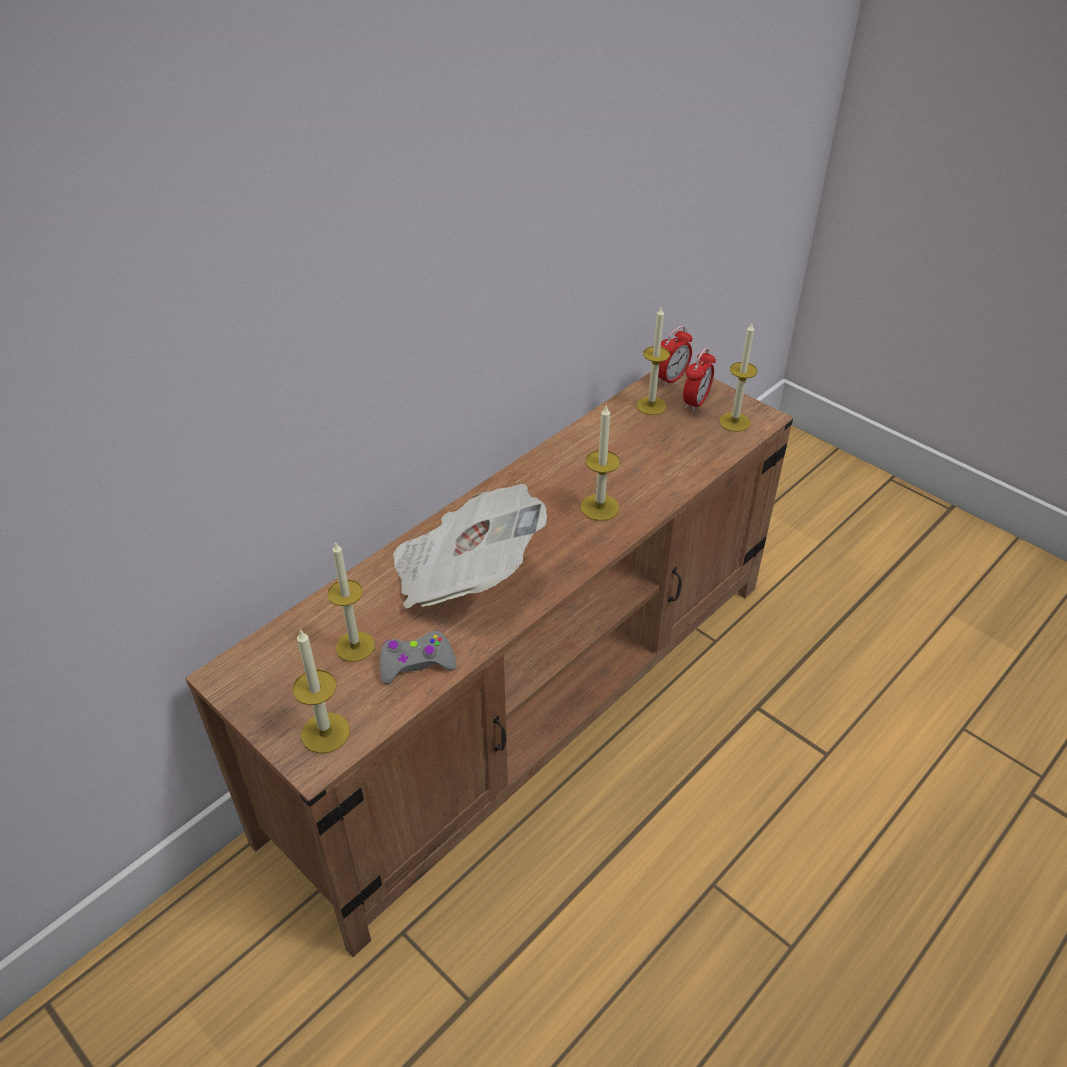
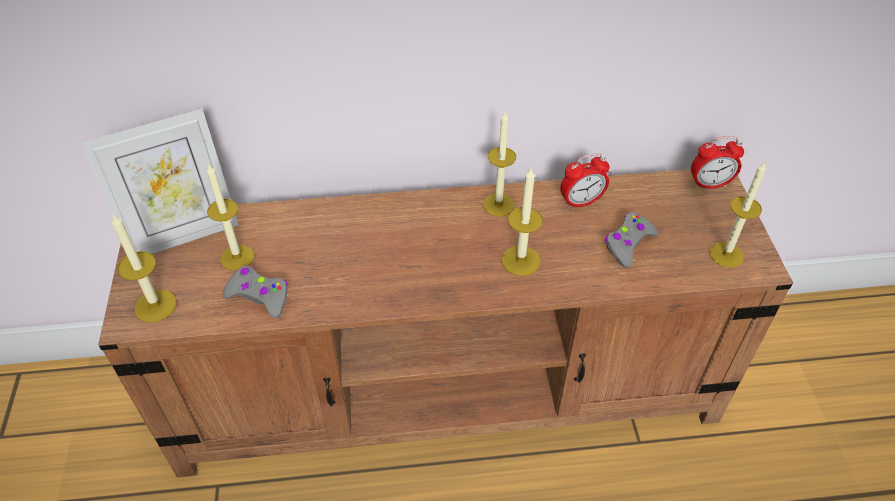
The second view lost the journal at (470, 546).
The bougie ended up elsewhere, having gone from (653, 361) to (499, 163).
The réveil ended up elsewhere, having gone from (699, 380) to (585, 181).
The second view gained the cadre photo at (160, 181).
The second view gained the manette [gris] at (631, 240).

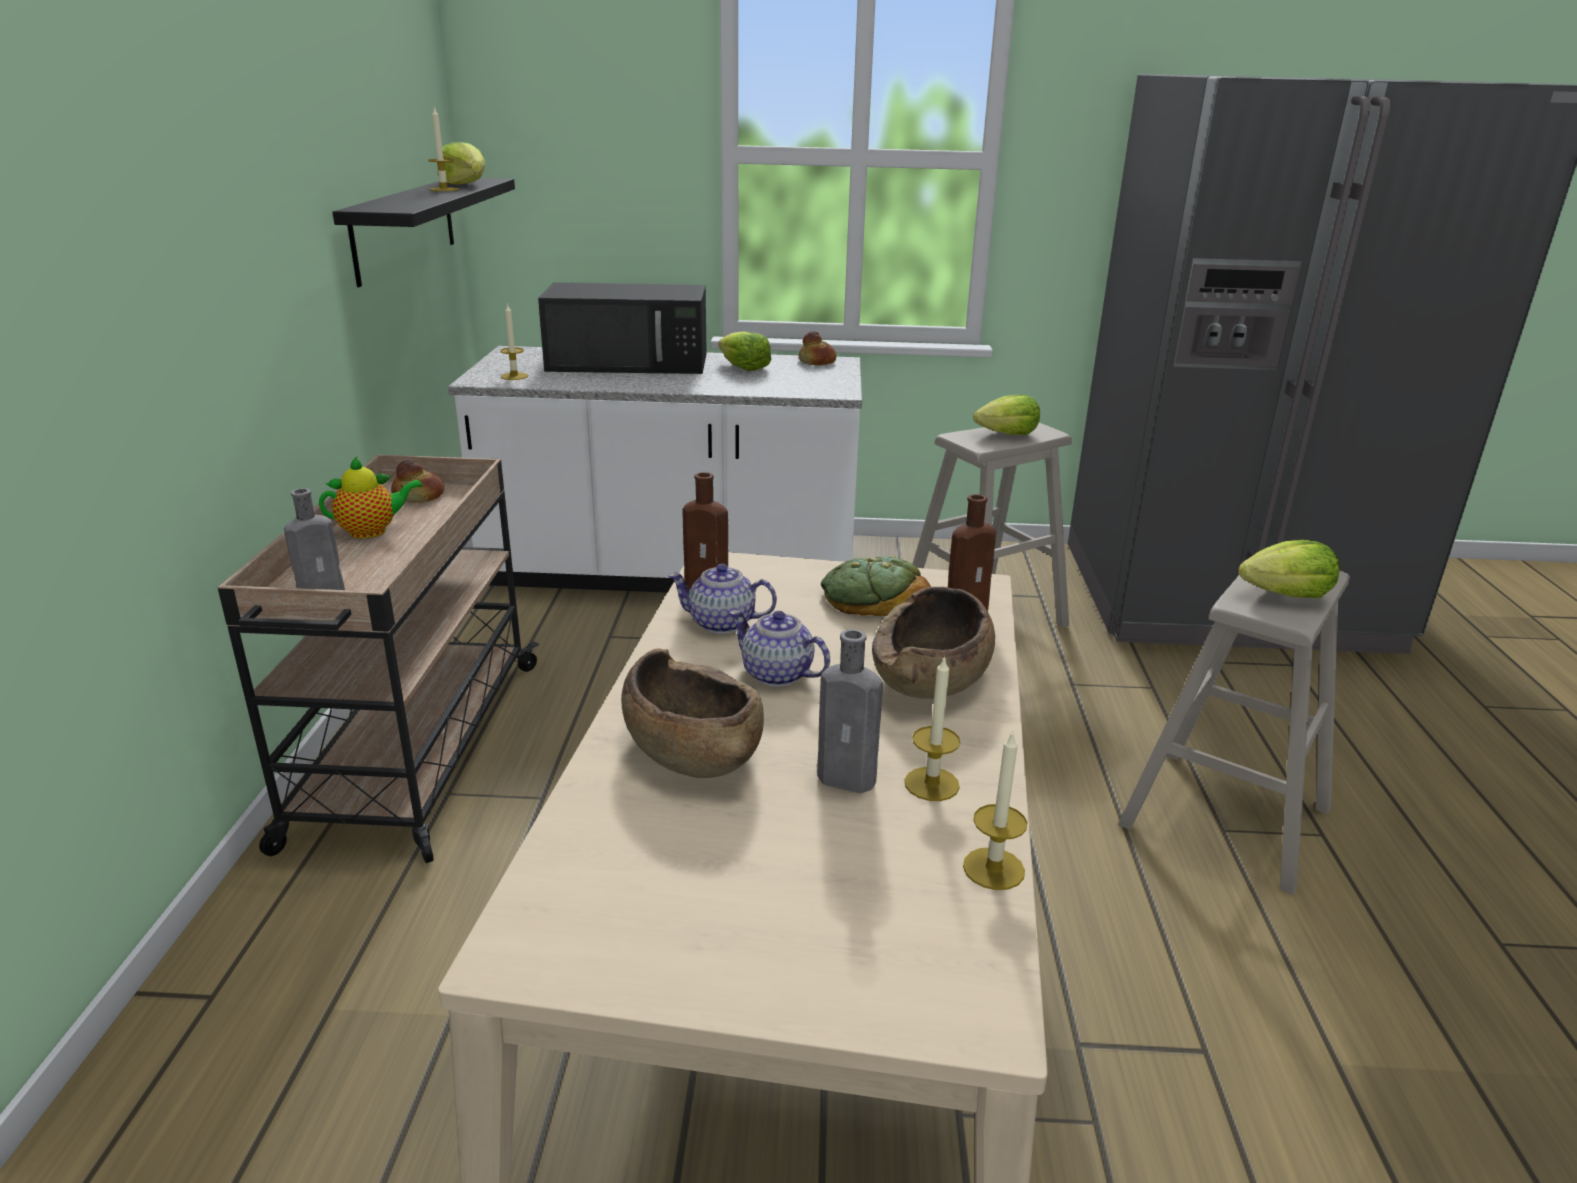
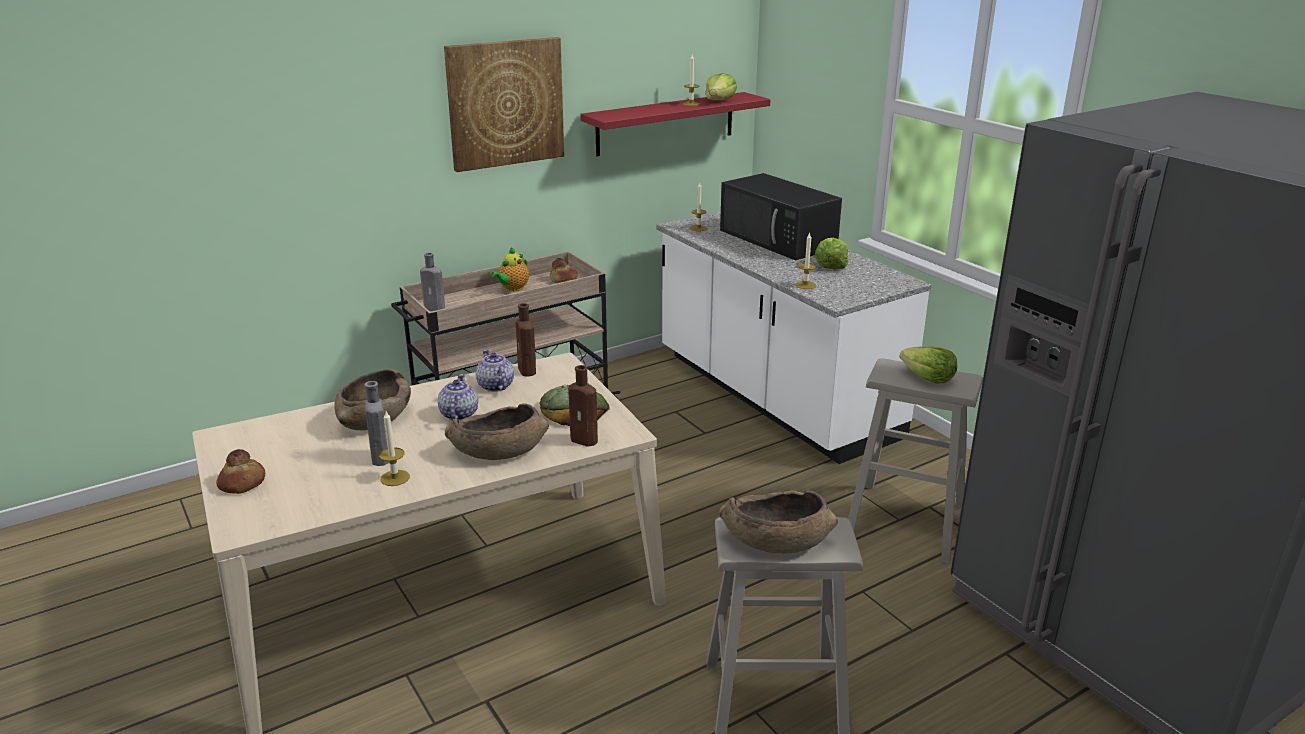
The théière at (371, 498) ended up facing another way, 90 degrees clockwise from before.
What was the étagère [noir] at (423, 232) turned into the étagère [rouge] at (676, 124).
The pain ended up elsewhere, having gone from (817, 348) to (240, 471).
The bougie ended up elsewhere, having gone from (995, 810) to (805, 260).
Where the laitue stood at (1289, 569), the bol [marron] came to stand at (778, 522).
The second view gained the tableau at (504, 104).

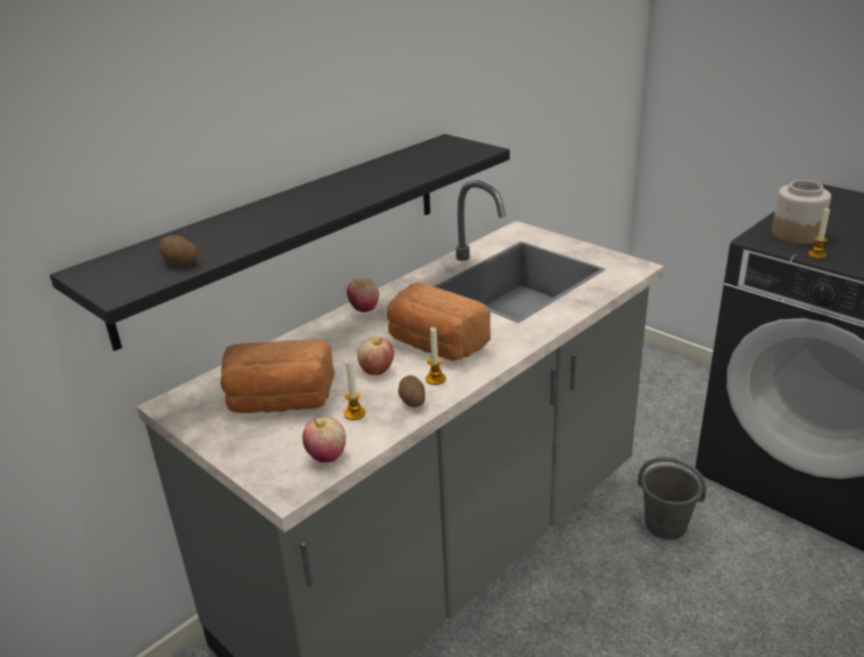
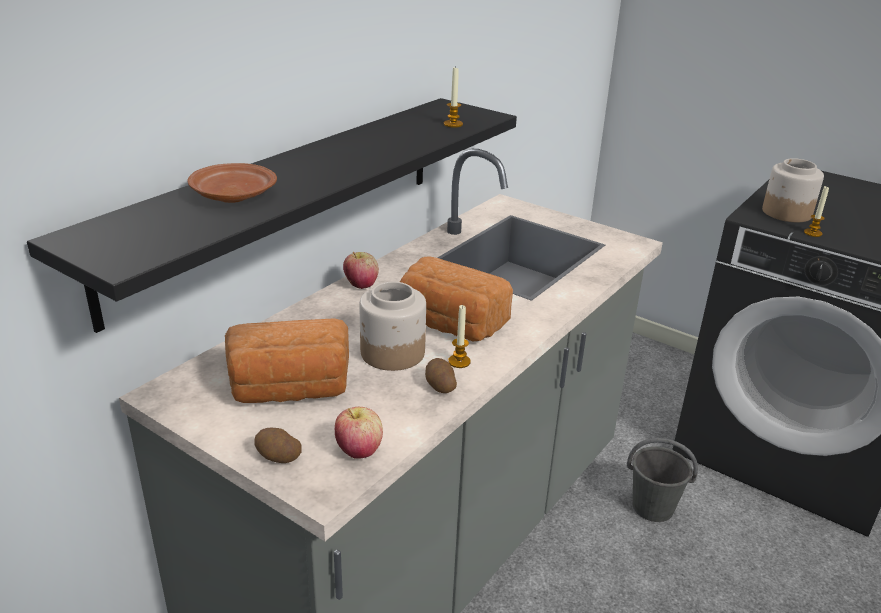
The pomme de terre ended up elsewhere, having gone from (178, 250) to (278, 445).
The bougie ended up elsewhere, having gone from (354, 390) to (453, 97).
Where the pomme stood at (375, 356), the bocal came to stand at (392, 326).
The second view gained the assiette [marron] at (232, 183).

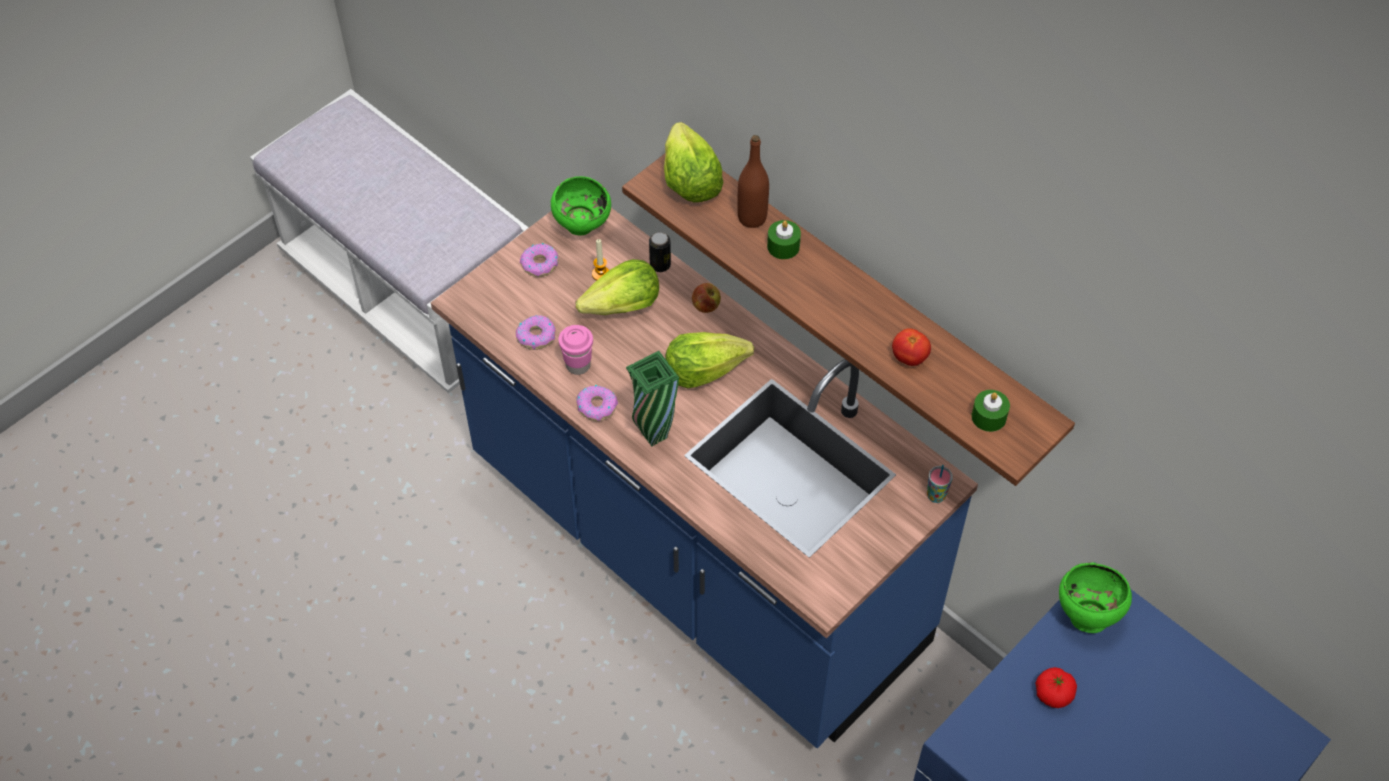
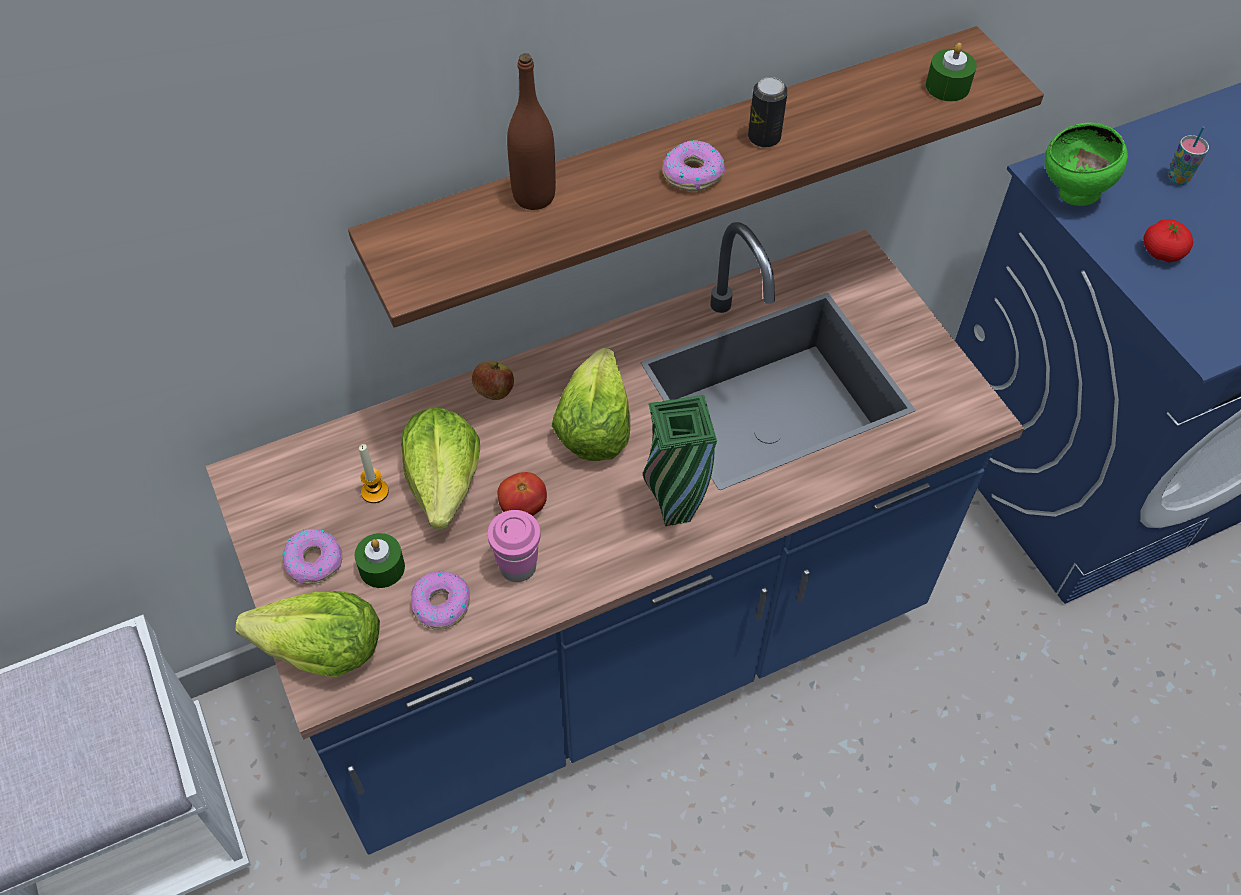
The second view lost the bol [vert] at (581, 205).
The beignet ended up elsewhere, having gone from (597, 403) to (694, 165).
The boîte métallique ended up elsewhere, having gone from (660, 252) to (768, 112).
The laitue ended up elsewhere, having gone from (693, 162) to (307, 634).
The bougie [vert] ended up elsewhere, having gone from (784, 239) to (380, 560).
The tomate ended up elsewhere, having gone from (911, 347) to (522, 494).
The tasse ended up elsewhere, having gone from (940, 484) to (1188, 156).

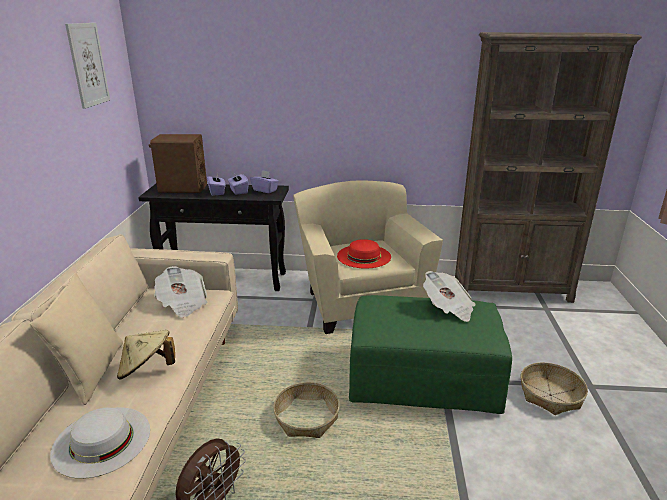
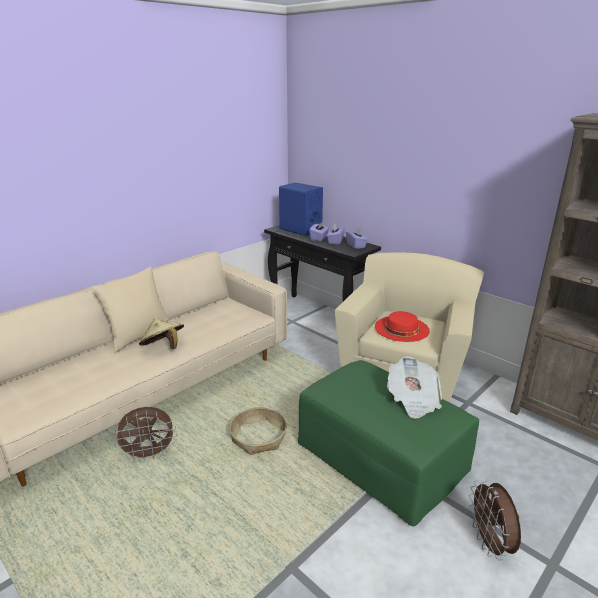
The second view lost the chapeau [blanc] at (100, 443).
The second view lost the tableau at (87, 66).
What was the enceinte [marron] at (178, 163) turned into the enceinte [bleu] at (301, 209).
The second view lost the journal at (181, 292).
Where the panier stood at (554, 388), the ventilateur [marron] came to stand at (495, 521).

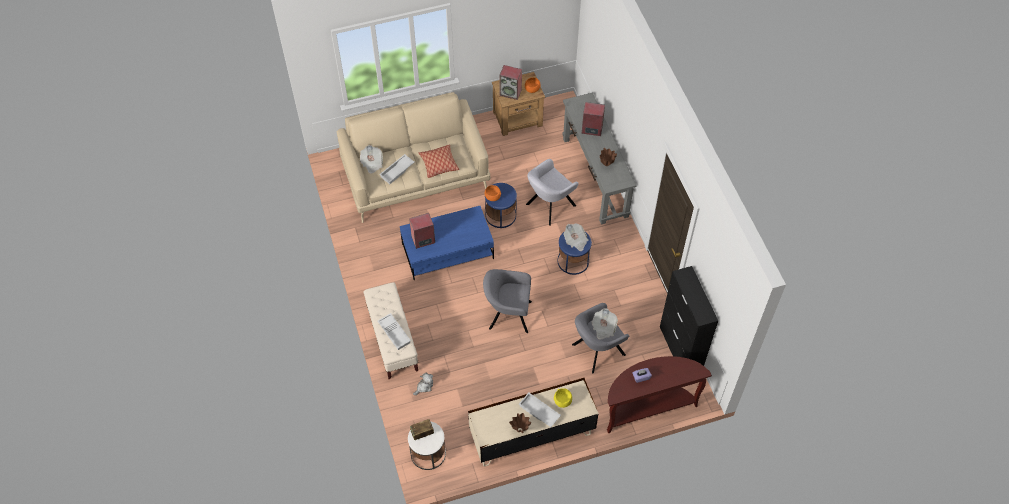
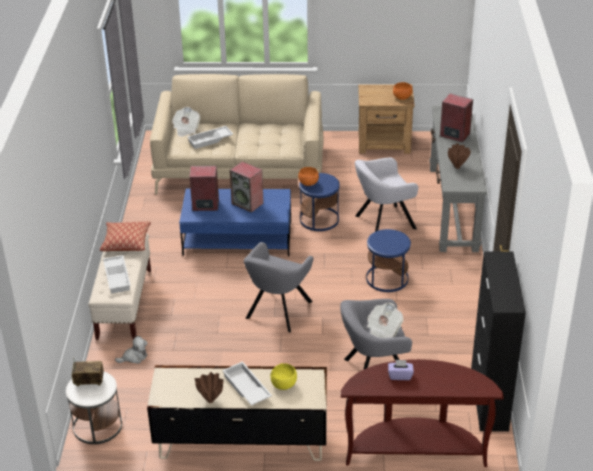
The coussin ended up elsewhere, having gone from (439, 161) to (125, 236).
The fauteuil [gris] at (507, 301) ended up facing another way, 90 degrees counterclockwise from before.
The enceinte ended up elsewhere, having gone from (510, 82) to (247, 187).
The second view lost the journal at (576, 237).

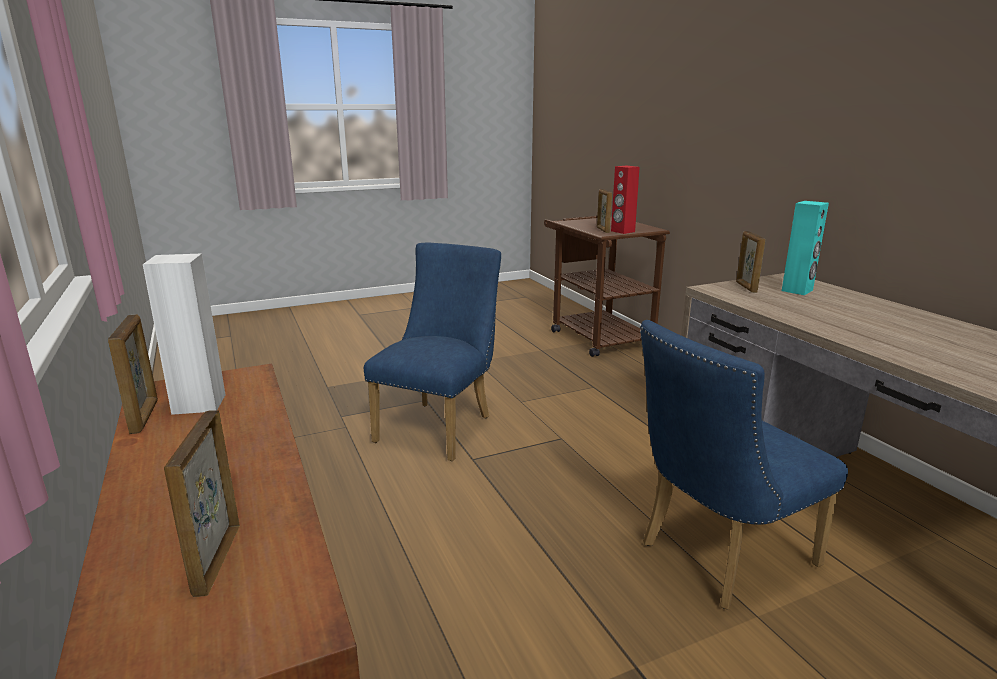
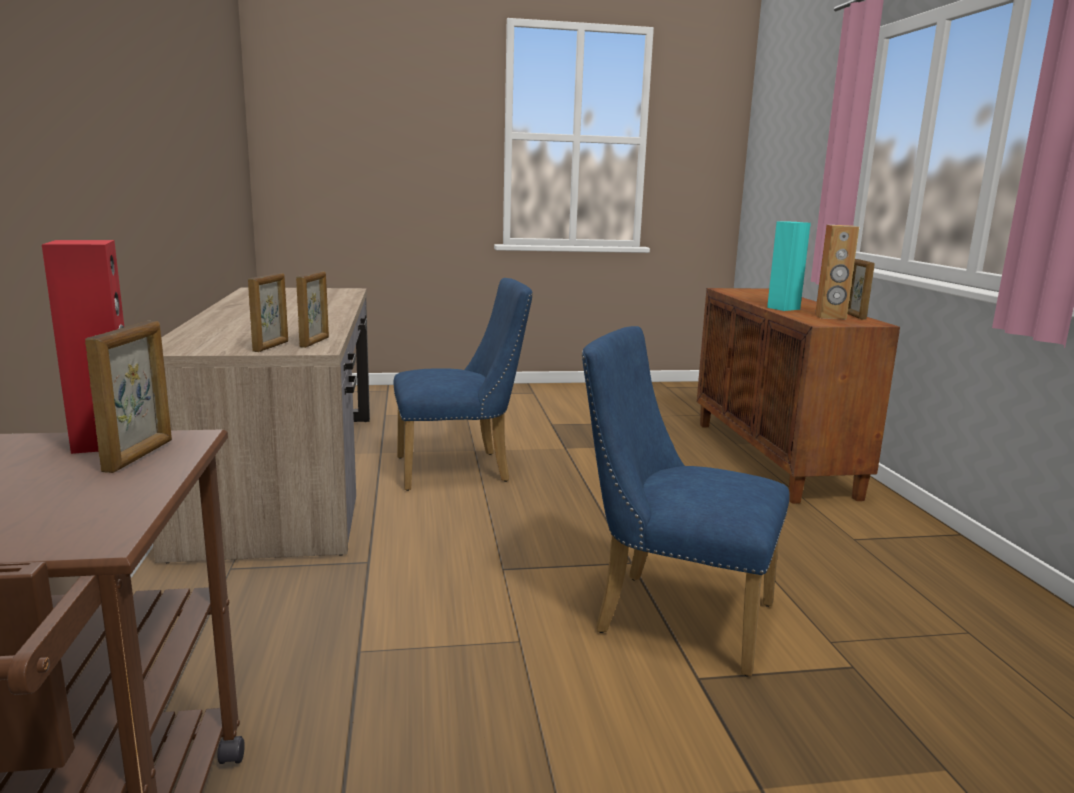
What was the enceinte [blanc] at (184, 334) turned into the enceinte [marron] at (837, 272).
The cadre photo ended up elsewhere, having gone from (202, 503) to (312, 309).
The chaise [bleu] at (432, 352) ended up facing another way, 75 degrees clockwise from before.
The enceinte [turquoise] ended up elsewhere, having gone from (805, 248) to (789, 266).

